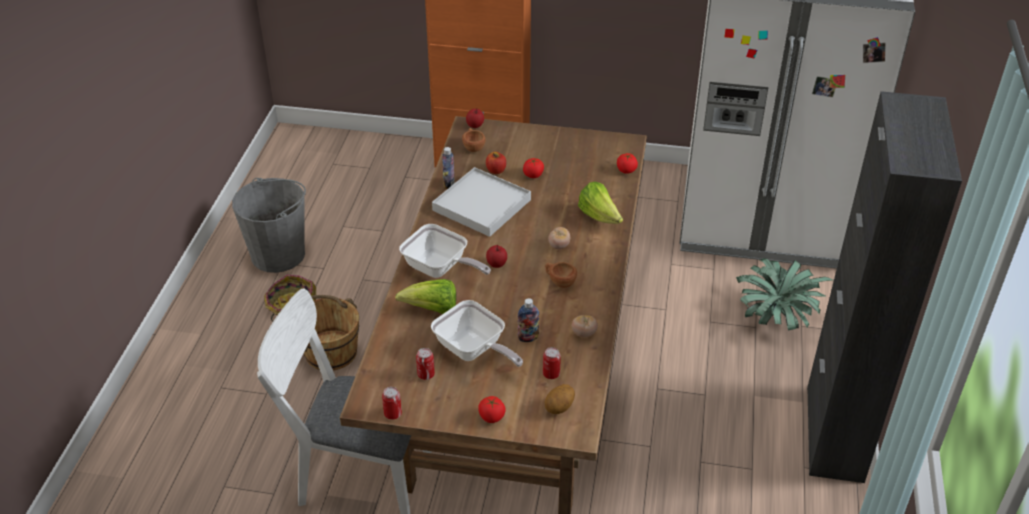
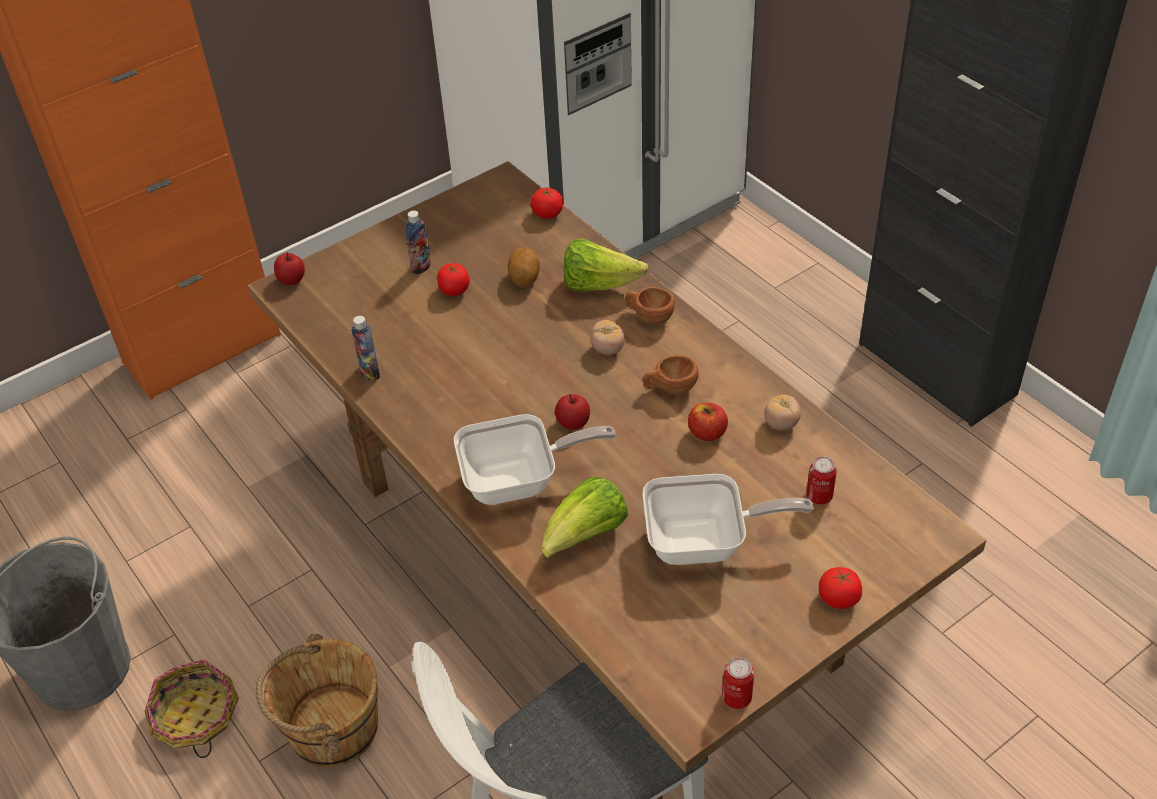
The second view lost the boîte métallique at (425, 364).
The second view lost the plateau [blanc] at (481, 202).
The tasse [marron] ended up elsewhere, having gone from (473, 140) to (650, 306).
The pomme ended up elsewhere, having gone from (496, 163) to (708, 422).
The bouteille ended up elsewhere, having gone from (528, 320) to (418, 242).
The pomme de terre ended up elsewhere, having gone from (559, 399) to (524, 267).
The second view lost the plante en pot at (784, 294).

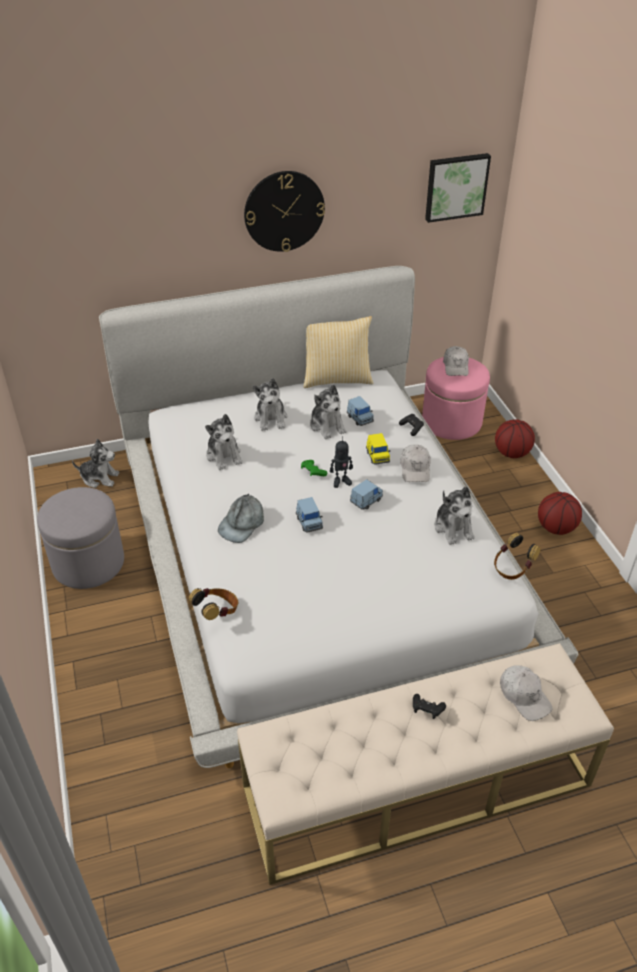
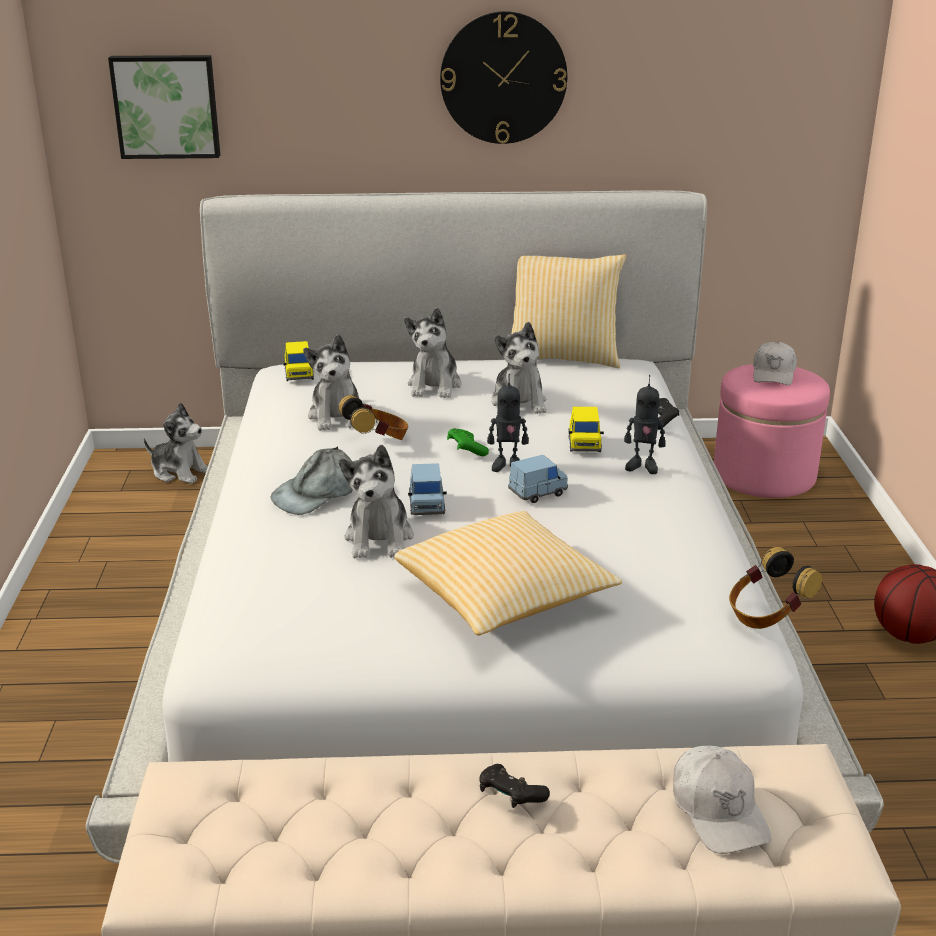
The second view lost the pouf [gris] at (80, 538).
The casque audio ended up elsewhere, having gone from (213, 604) to (373, 417).
The second view lost the petite voiture [bleu] at (360, 411).
Where the casquette [blanc] stood at (415, 463), the robot jouet came to stand at (645, 424).
The tableau ended up elsewhere, having gone from (458, 188) to (164, 107).
The peluche ended up elsewhere, having gone from (454, 515) to (376, 501).
The second view lost the ballon de basket at (515, 438).
The second view gained the petite voiture [jaune] at (298, 361).
The second view gained the coussin at (508, 573).

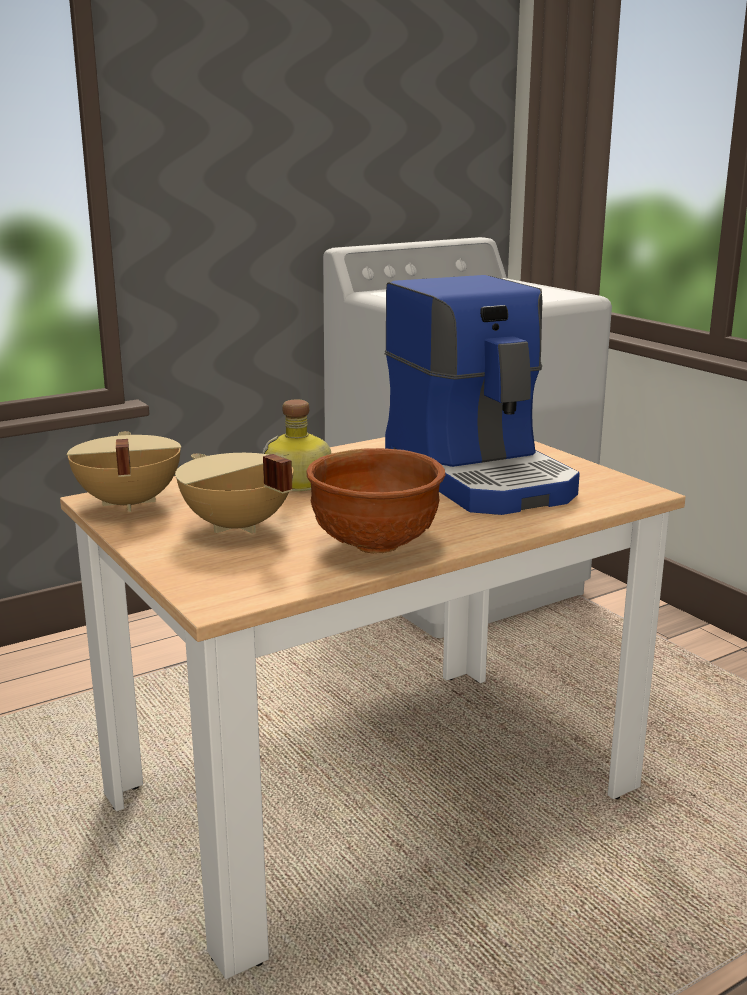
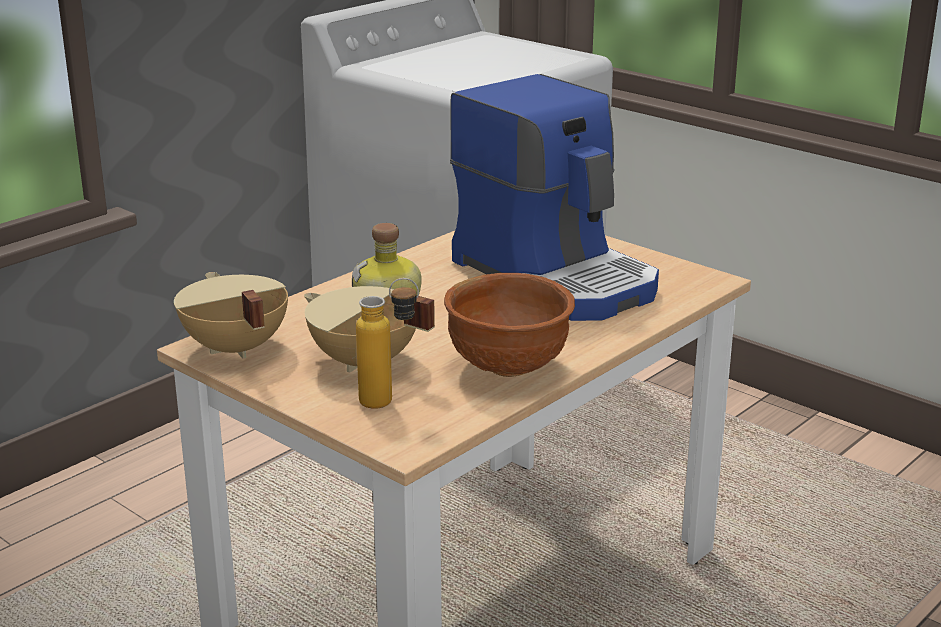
The second view gained the bouteille at (387, 343).

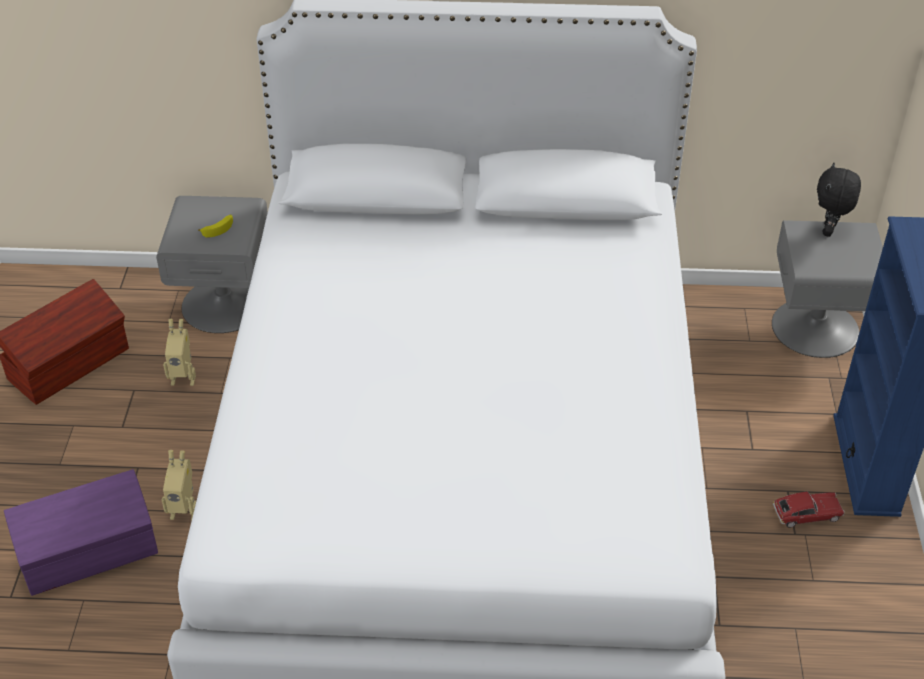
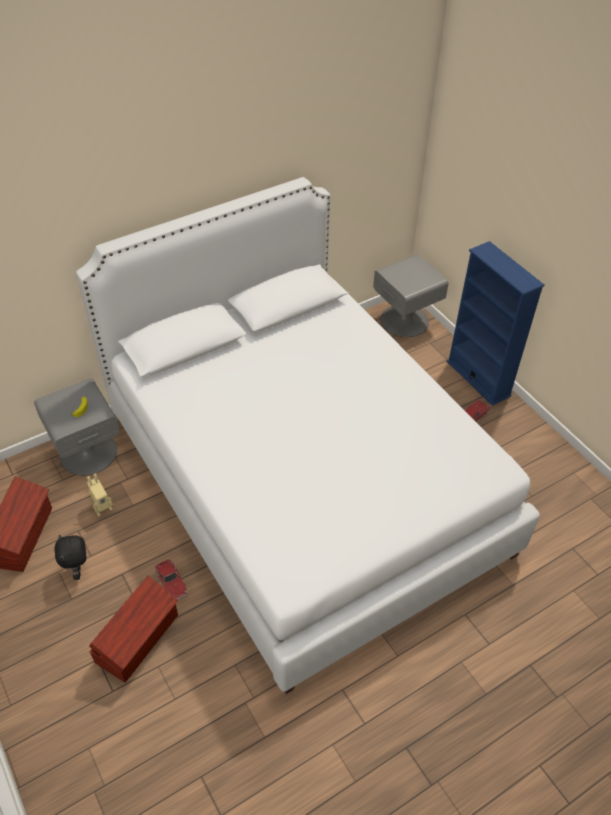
What was the boîte de rangement [violet] at (81, 532) turned into the boîte de rangement [marron] at (133, 629).
Where the robot jouet stood at (178, 485), the petite voiture came to stand at (171, 579).
The peluche [noir] ended up elsewhere, having gone from (839, 200) to (70, 557).

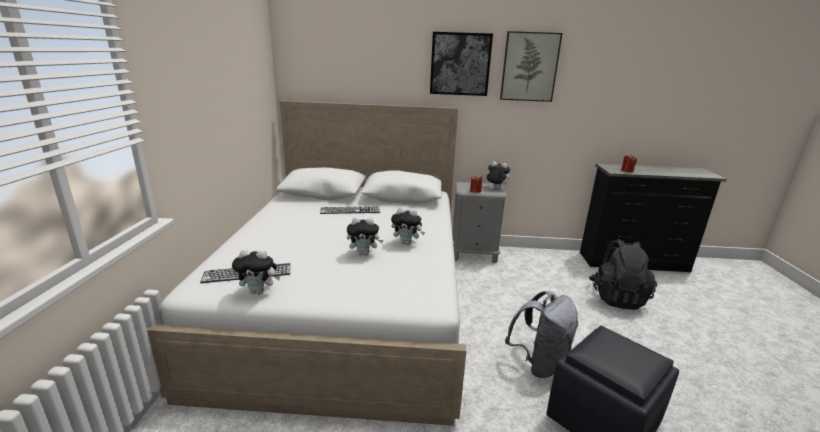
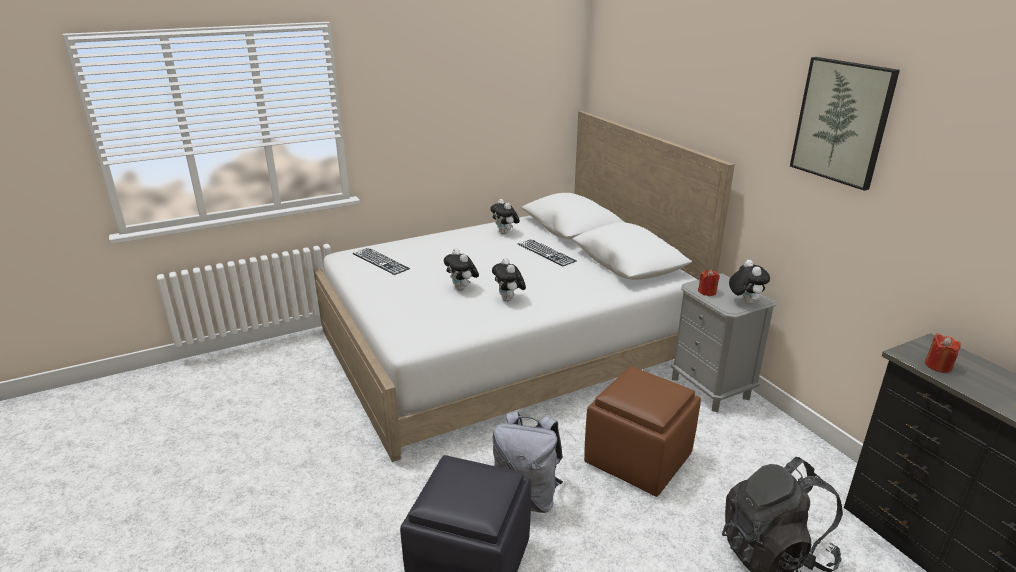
The peluche ended up elsewhere, having gone from (256, 271) to (505, 216).
The second view lost the tableau at (461, 64).
The second view gained the pouf [marron] at (642, 431).

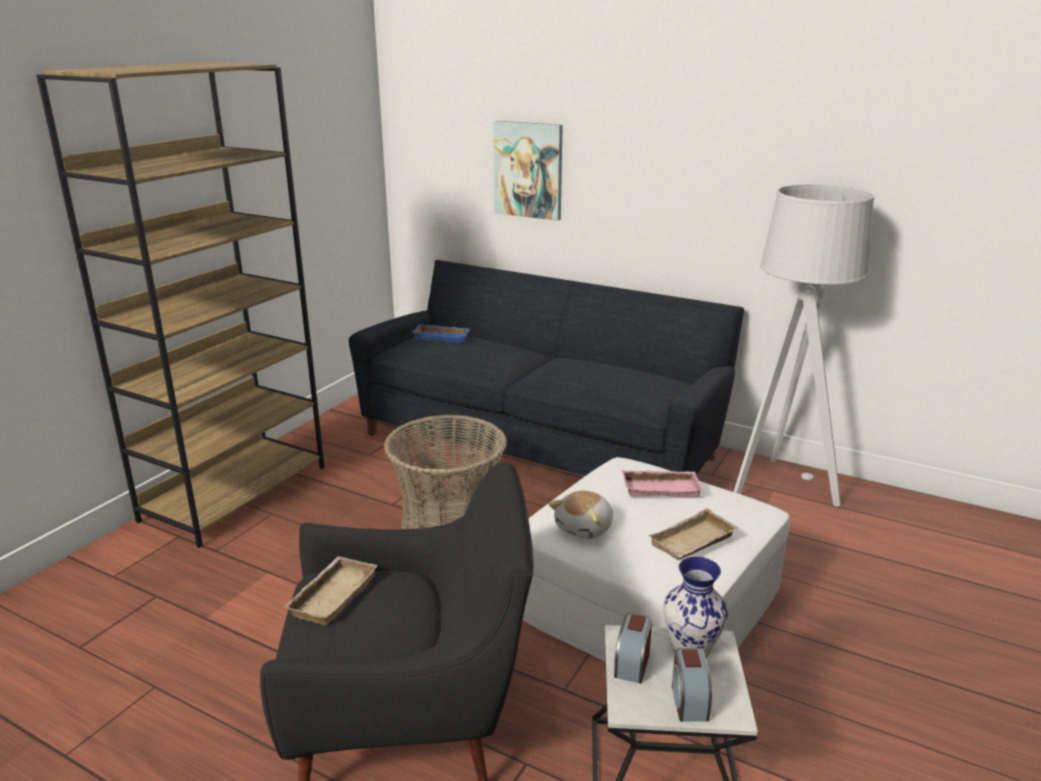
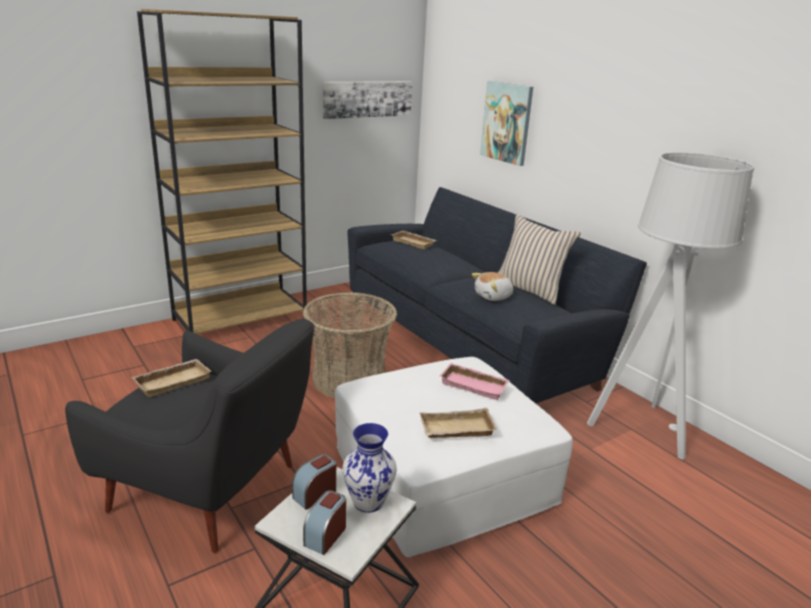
What was the plateau [bleu] at (441, 333) turned into the plateau [beige] at (414, 239).
The peluche ended up elsewhere, having gone from (581, 515) to (492, 286).
The second view gained the tableau at (367, 100).
The second view gained the coussin [beige] at (539, 260).

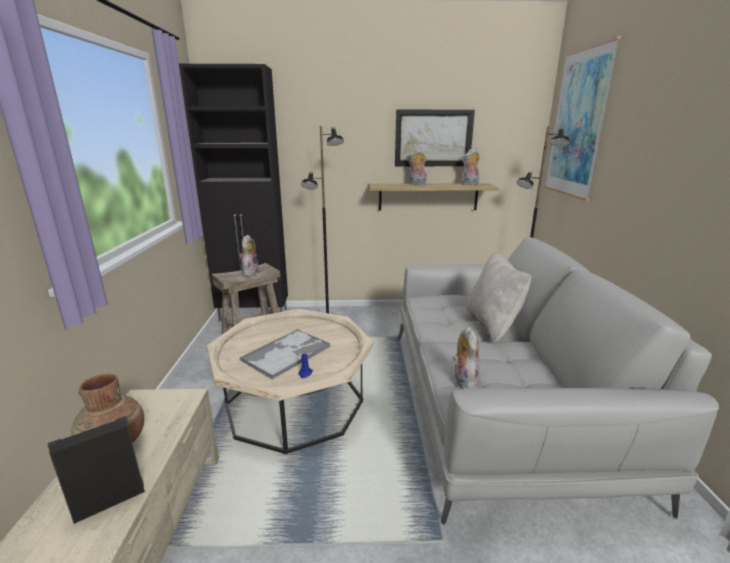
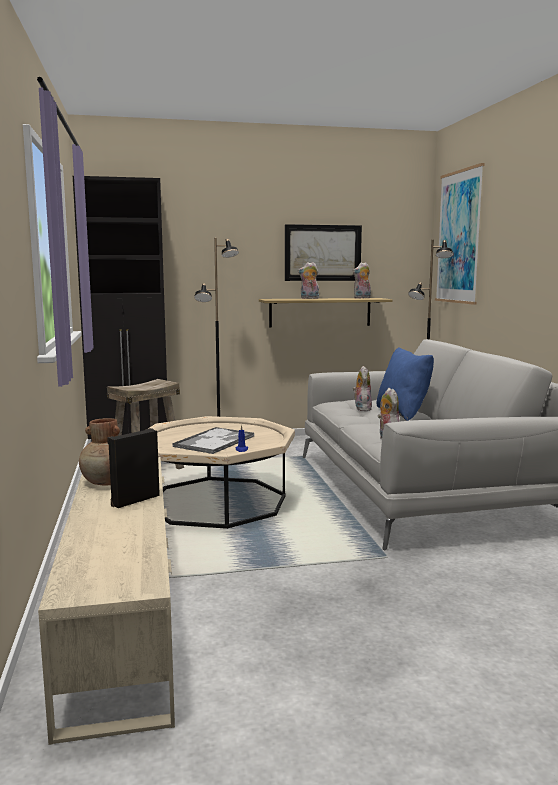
The peluche ended up elsewhere, having gone from (249, 255) to (362, 388).
What was the coussin [beige] at (499, 297) turned into the coussin [bleu] at (405, 384).

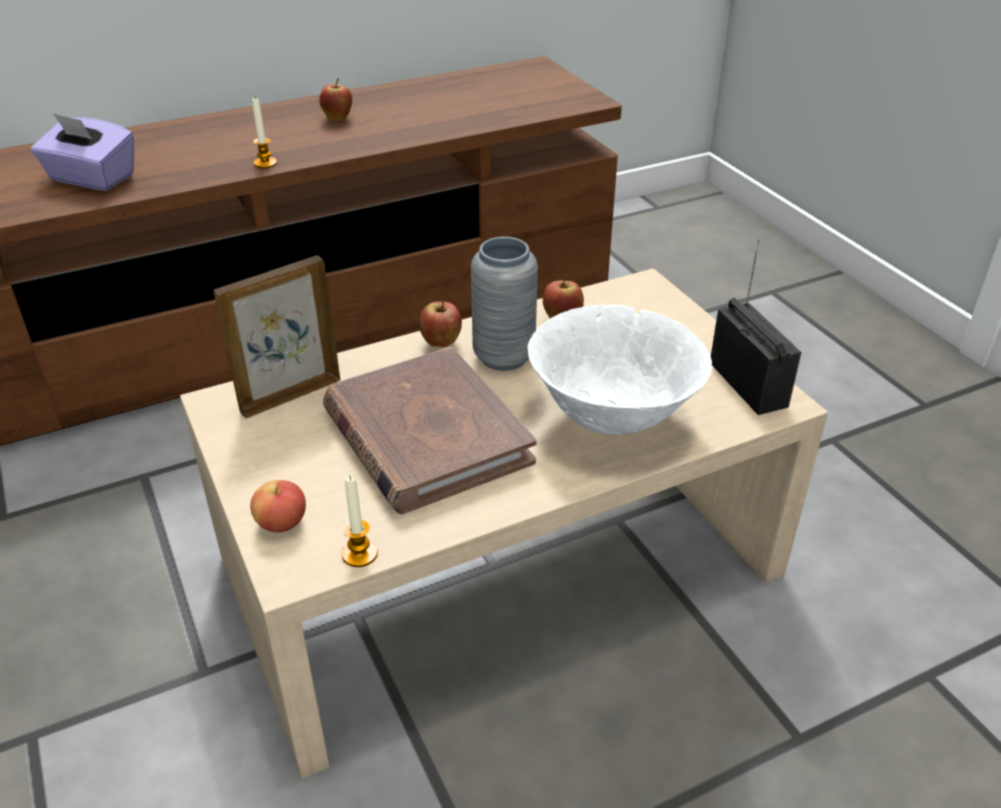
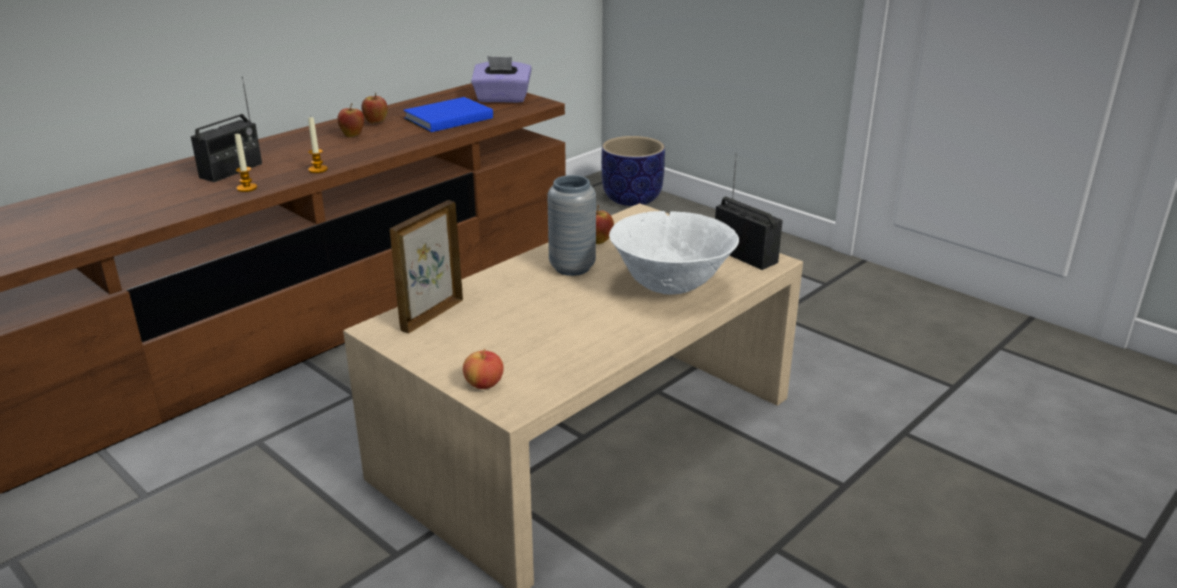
The boîte à mouchoirs [violet] ended up elsewhere, having gone from (82, 152) to (501, 79).
The second view lost the livre [marron] at (430, 430).
The bougie ended up elsewhere, having gone from (360, 521) to (245, 162).
The pomme ended up elsewhere, having gone from (440, 324) to (374, 108).
The second view gained the radio at (226, 129).
The second view gained the livre [bleu] at (448, 114).
The second view gained the cache-pot at (633, 171).

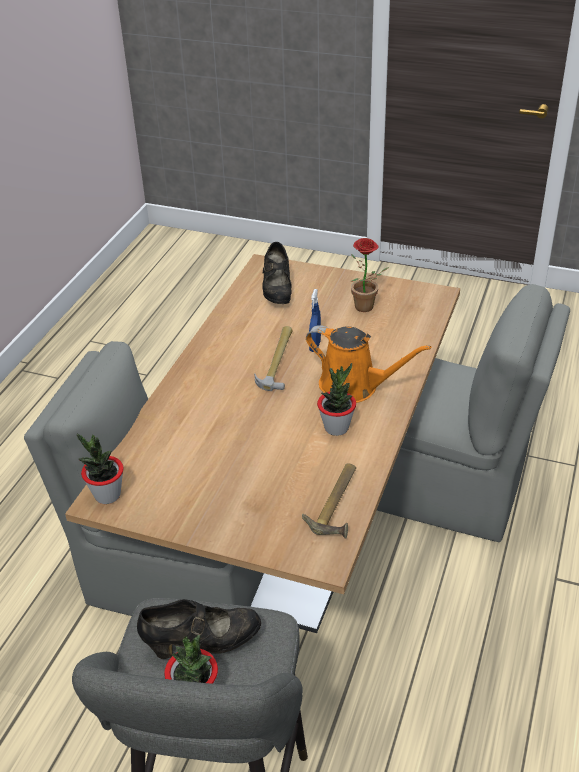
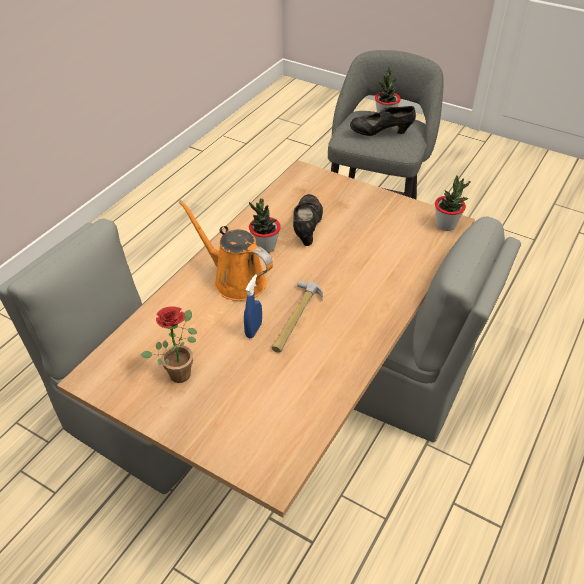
The chaussure [noir] ended up elsewhere, having gone from (277, 273) to (308, 220).
The second view lost the marteau at (329, 501).

